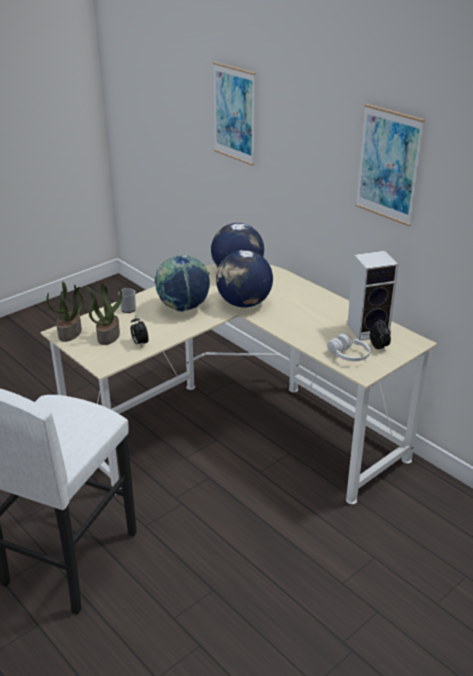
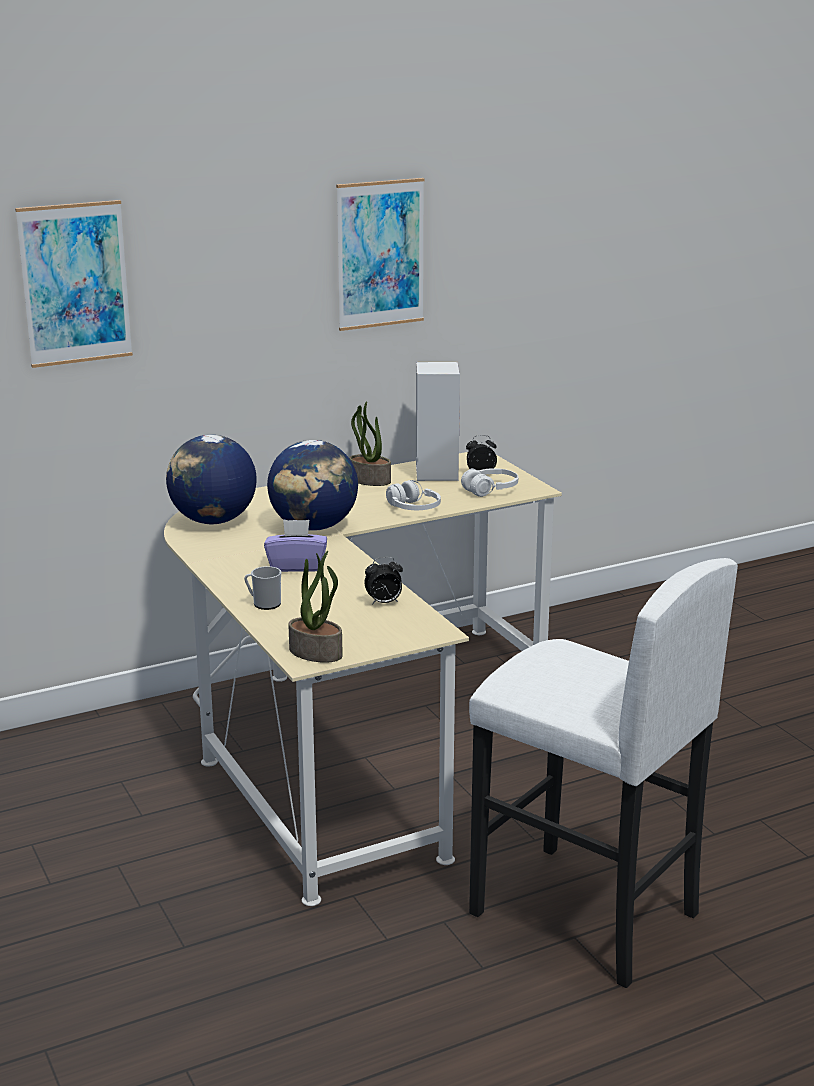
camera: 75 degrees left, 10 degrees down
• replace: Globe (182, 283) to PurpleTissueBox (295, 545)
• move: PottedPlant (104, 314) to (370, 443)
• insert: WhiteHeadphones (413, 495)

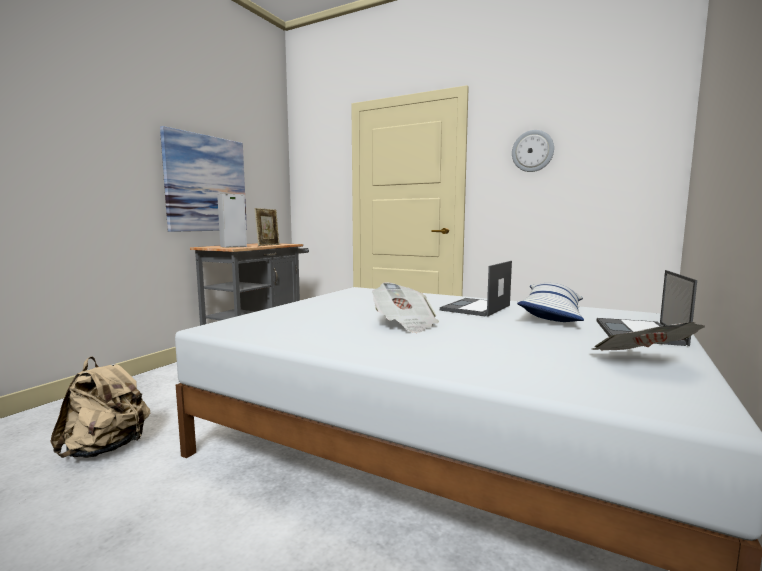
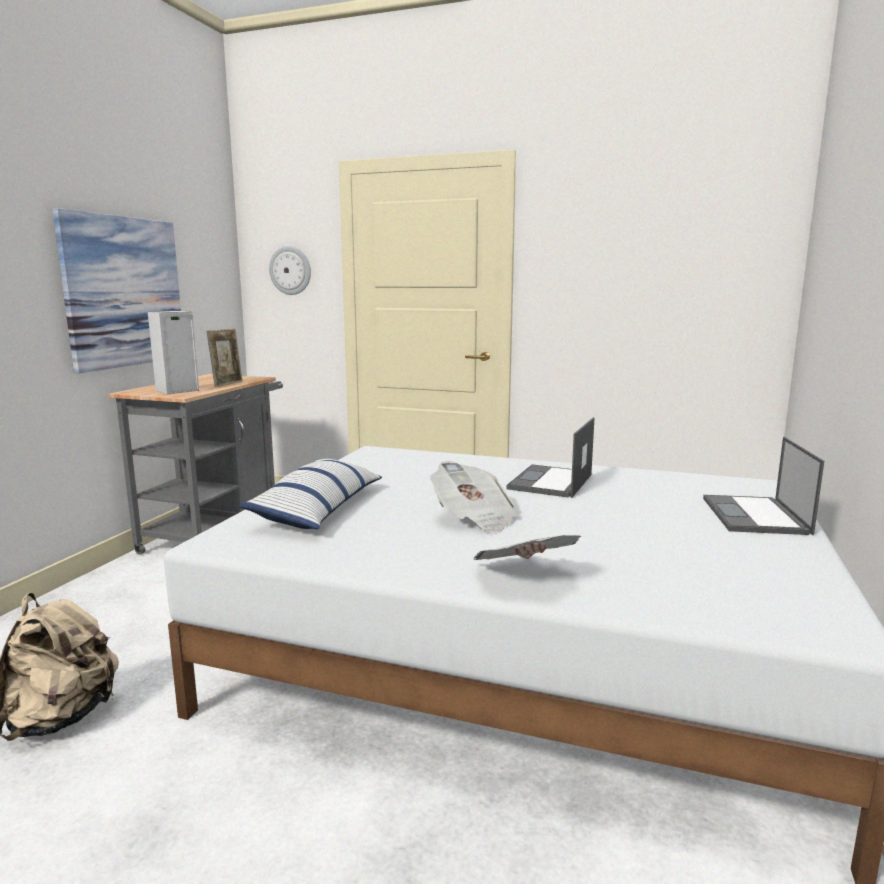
camera: 10 degrees left, 5 degrees up
• move: Pillow (550, 302) to (310, 494)
• move: WallClock (533, 151) to (290, 270)
• move: Newspaper (648, 336) to (527, 547)

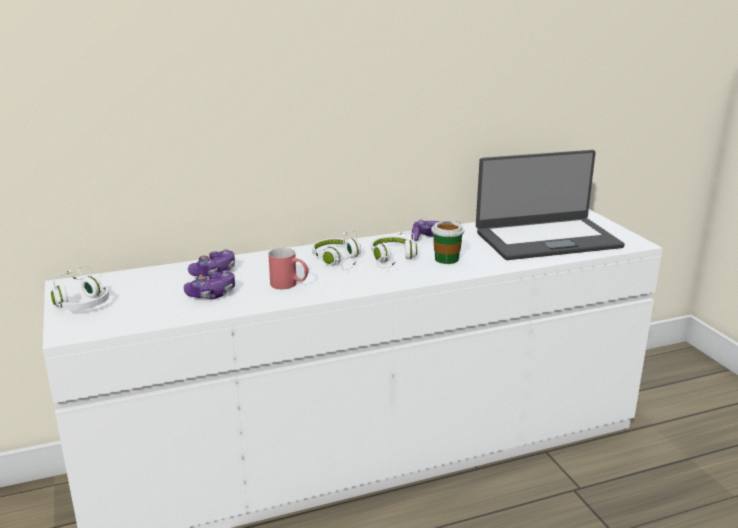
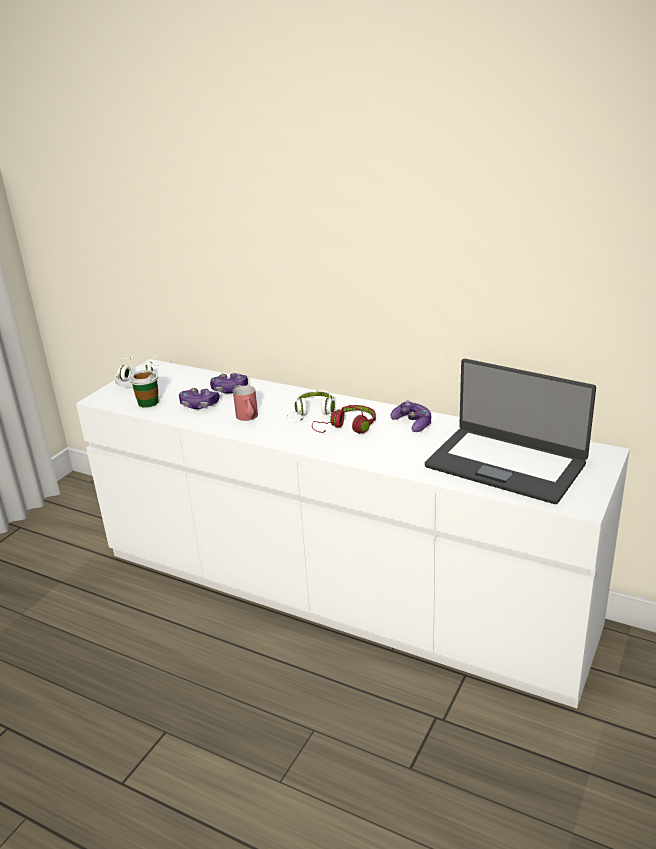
camera: 50 degrees right, 5 degrees up
• move: Cup (447, 242) to (144, 389)
• recolor: WhiteHeadphones (394, 250) to RedHeadphones (344, 419)

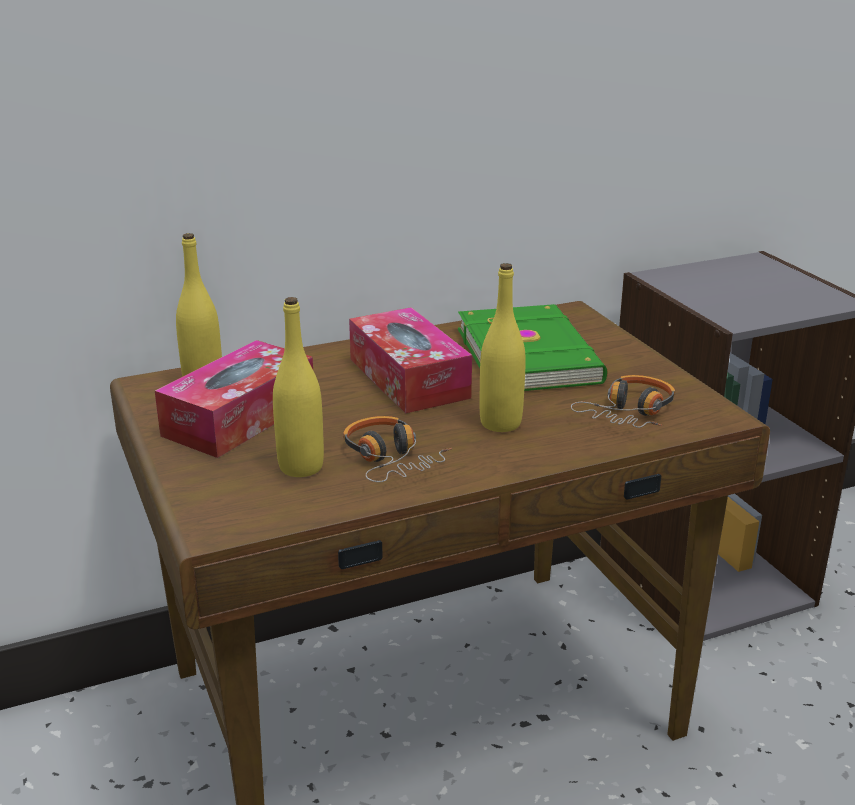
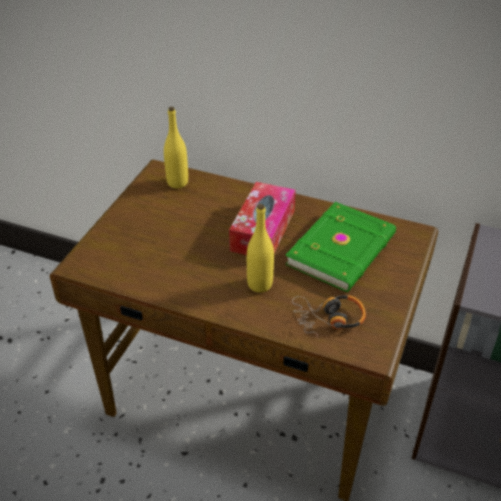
camera: 45 degrees right, 15 degrees up
• delete: TissueBox (234, 399)
• delete: YellowBottle (298, 387)
• delete: Headphones (397, 449)

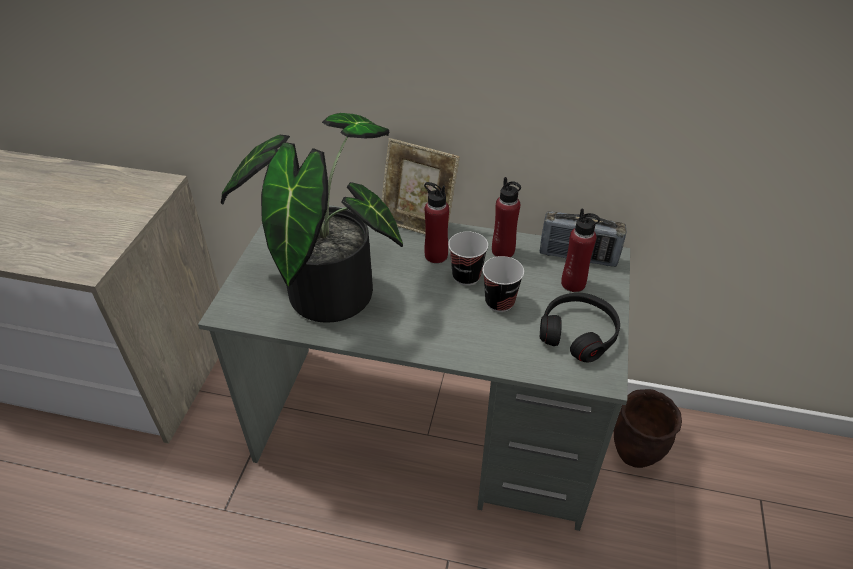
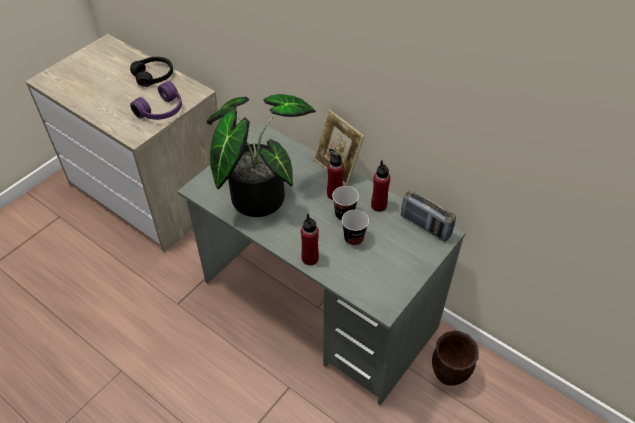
camera: 25 degrees right, 5 degrees up
• move: BlackHeadphones (580, 327) to (151, 72)
• insert: PurpleHeadphones (156, 100)
• move: RedBottle (580, 250) to (310, 239)

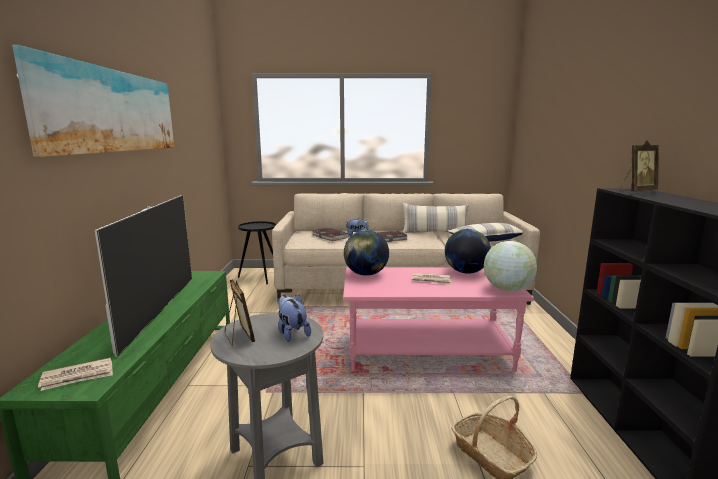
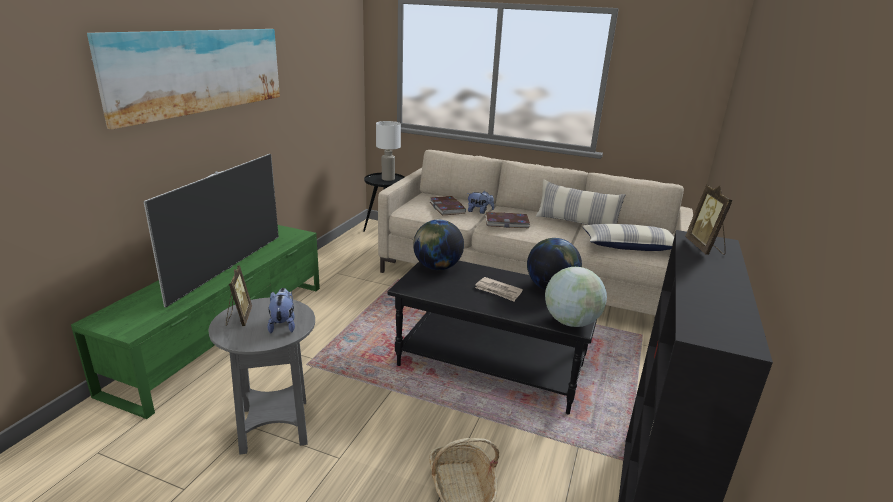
camera: 20 degrees right, 10 degrees up
• insert: WhiteTableLamp (388, 151)
• recolor: PinkCoffeeTable (438, 319) to BlackCoffeeTable (492, 337)
• rotate: PictureFrame (639, 165) = (709, 220) 90 degrees clockwise
• delete: Newspaper (75, 374)

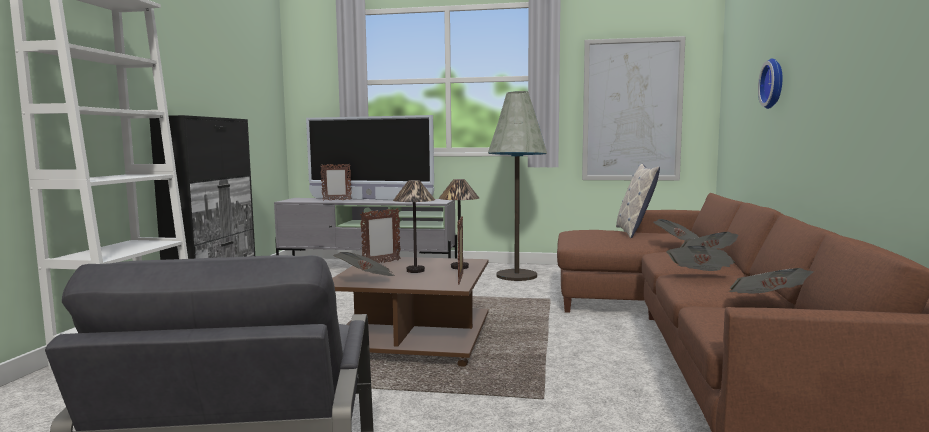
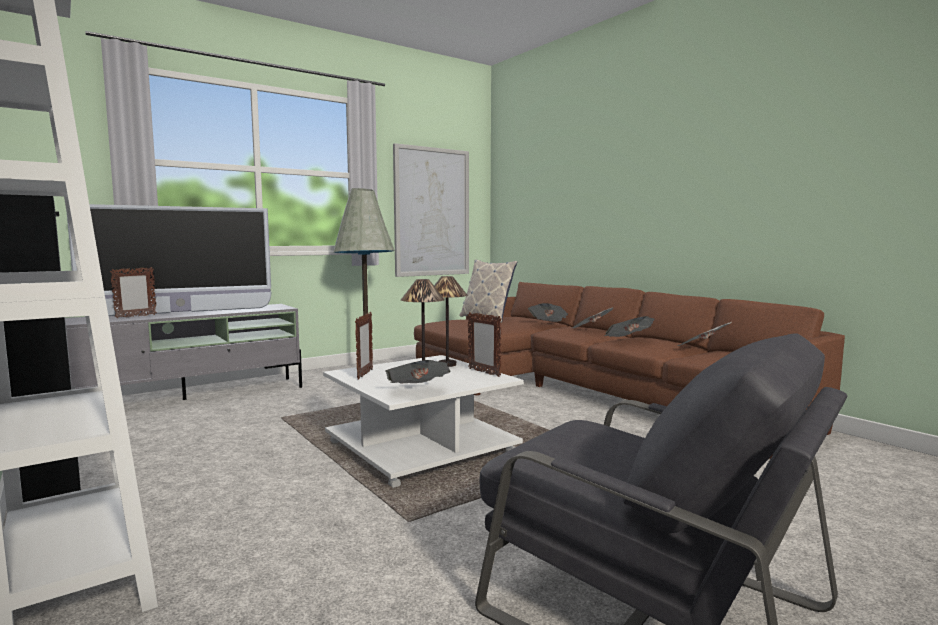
camera: 45 degrees left, 0 degrees up
• recolor: BrownCoffeeTable (410, 312) to WhiteCoffeeTable (423, 421)
• delete: WallClock (770, 83)

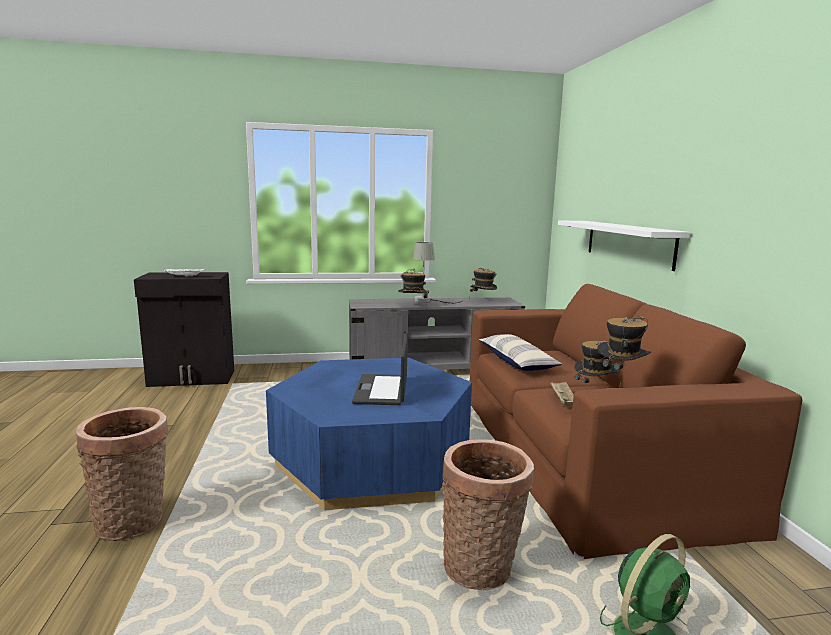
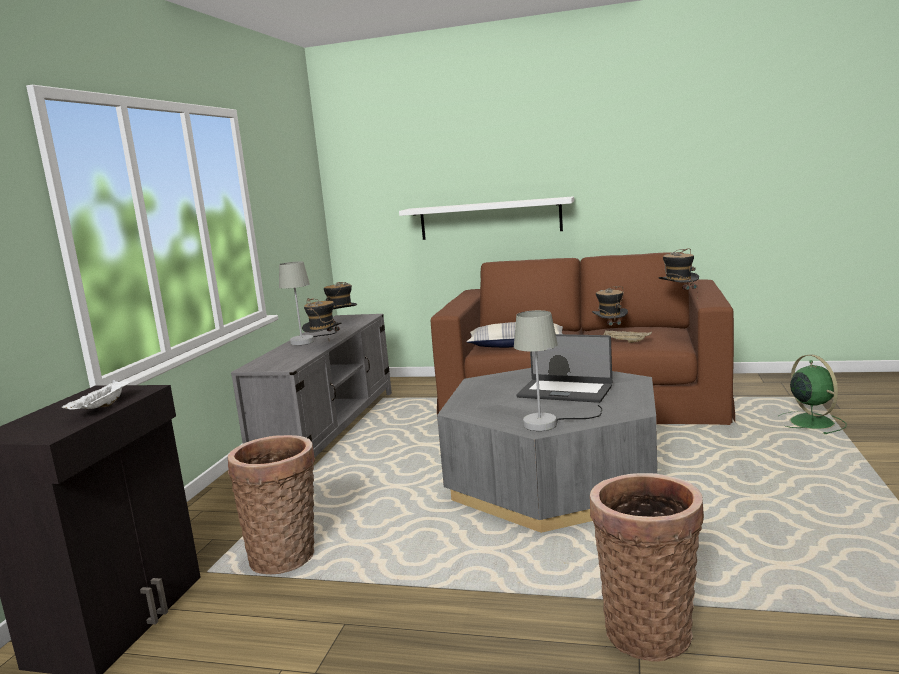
camera: 65 degrees left, 0 degrees up
• move: Basket (488, 514) to (272, 504)
• recolor: BlueCoffeeTable (369, 434) to GreyCoffeeTable (547, 450)
• insert: GreyTableLamp (558, 370)

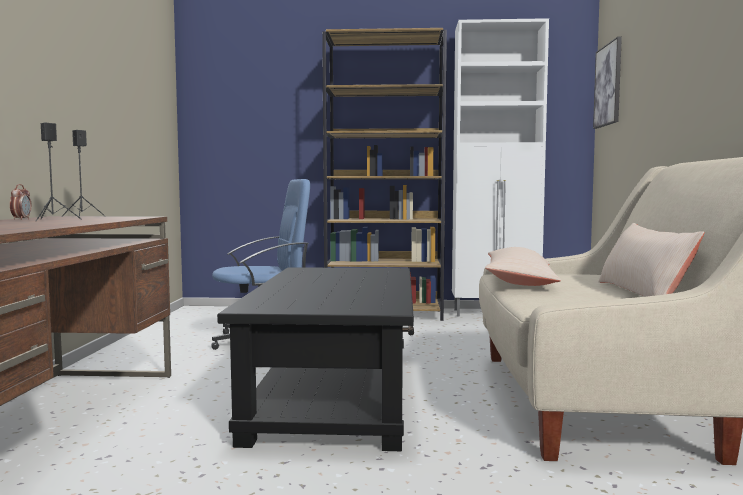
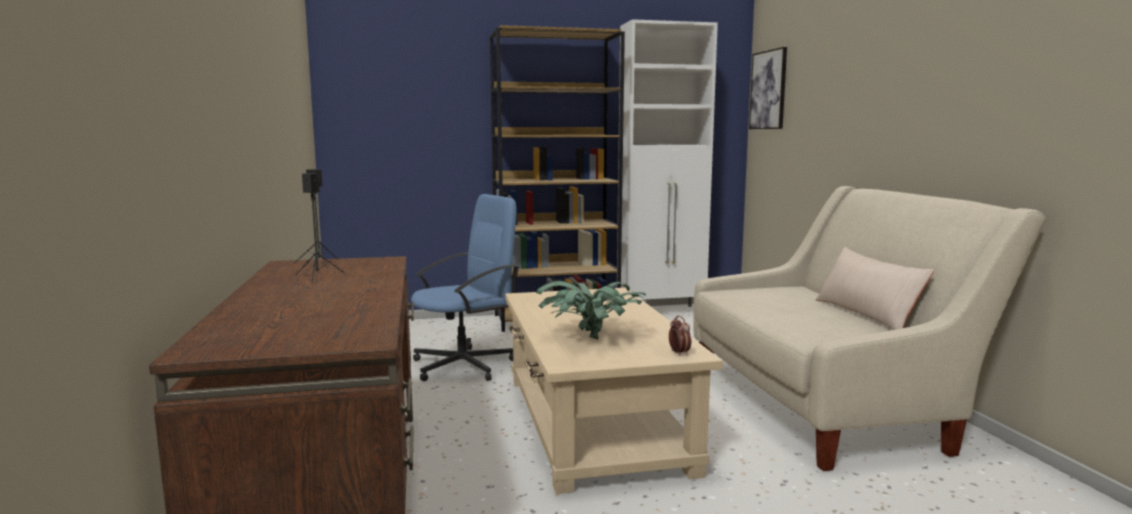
camera: 15 degrees left, 5 degrees up
• recolor: BlackCoffeeTable (315, 359) to BeigeCoffeeTable (614, 391)
• insert: PottedPlant (591, 310)
• move: AlarmClock (21, 202) to (680, 335)
• delete: BeigePillow (523, 266)

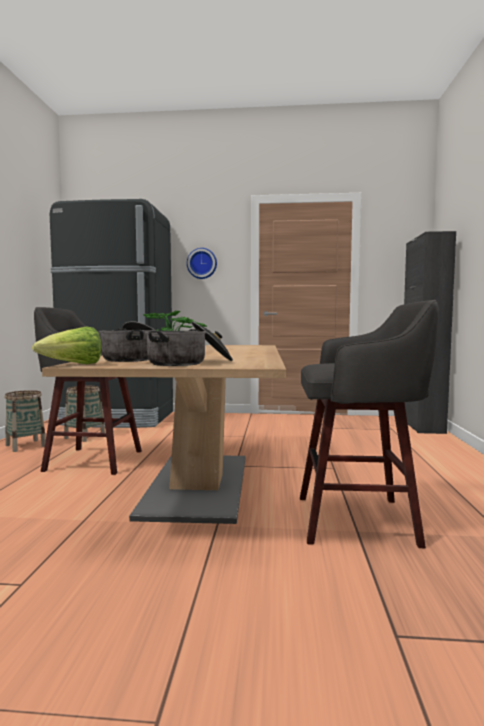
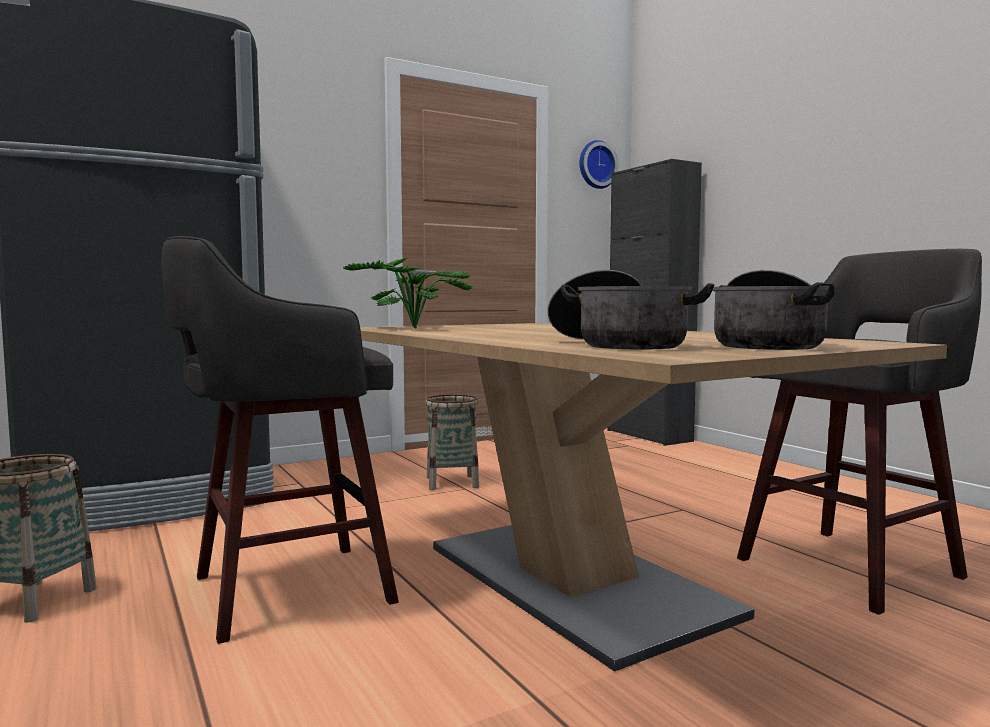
camera: 35 degrees left, 0 degrees up
• move: Basket (84, 414) to (452, 442)
• move: WallClock (202, 263) to (598, 164)
• delete: Lettuce (66, 345)

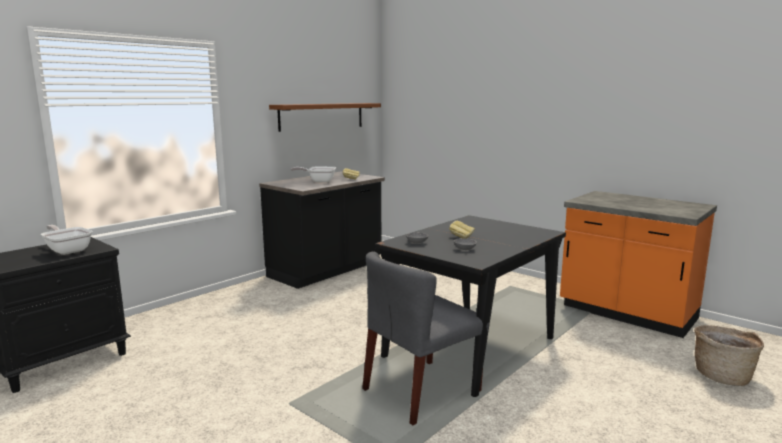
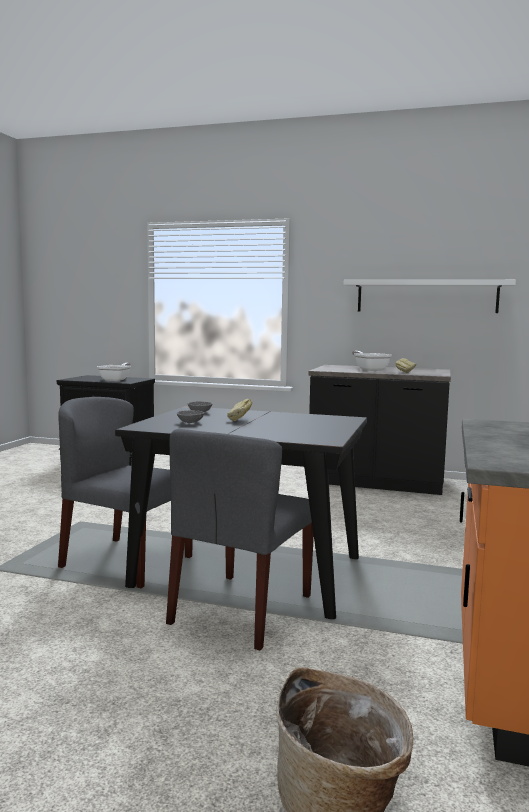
camera: 65 degrees right, 5 degrees down
• insert: GreyChair (240, 539)
• recolor: BrownShelf (325, 117) to WhiteShelf (430, 296)

